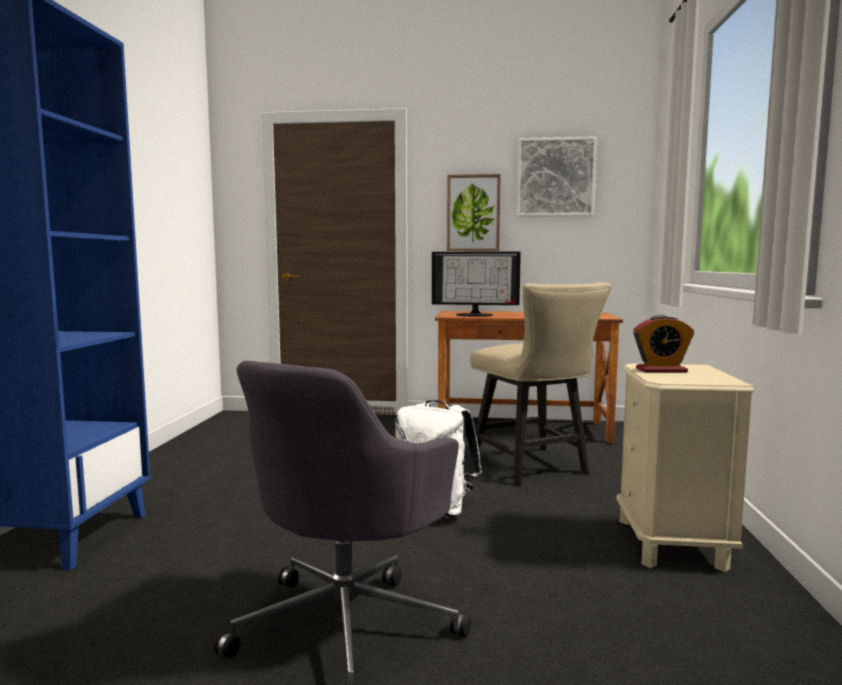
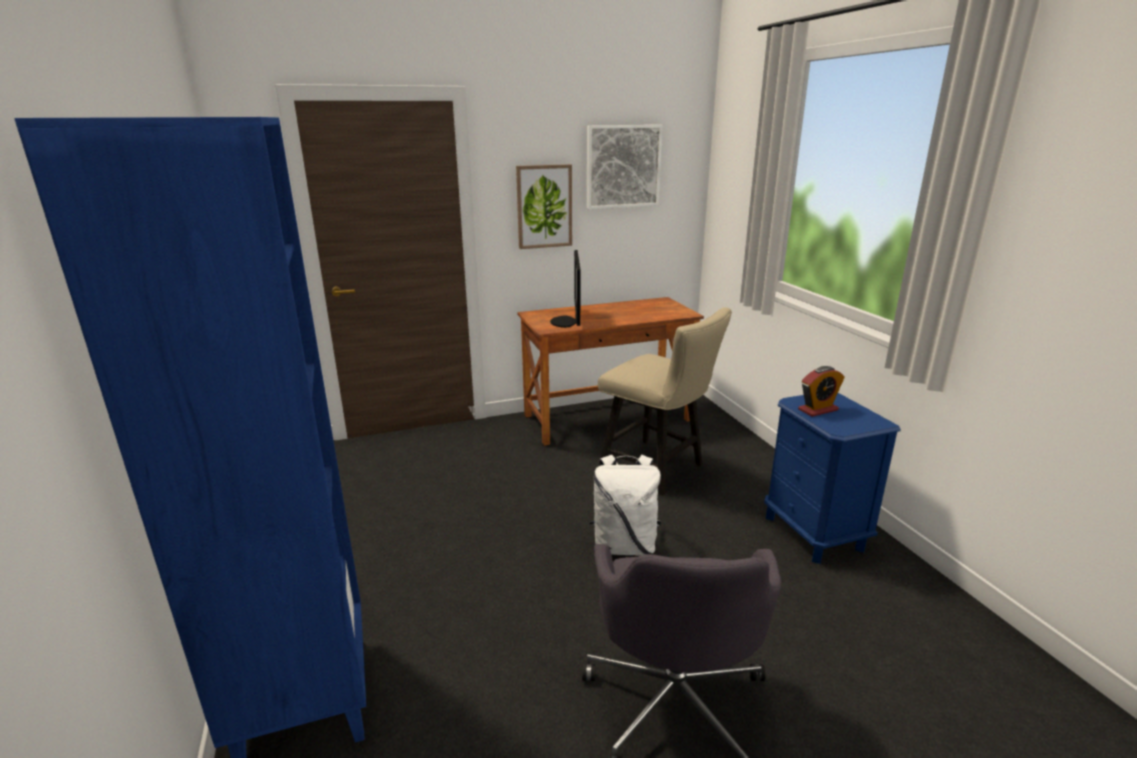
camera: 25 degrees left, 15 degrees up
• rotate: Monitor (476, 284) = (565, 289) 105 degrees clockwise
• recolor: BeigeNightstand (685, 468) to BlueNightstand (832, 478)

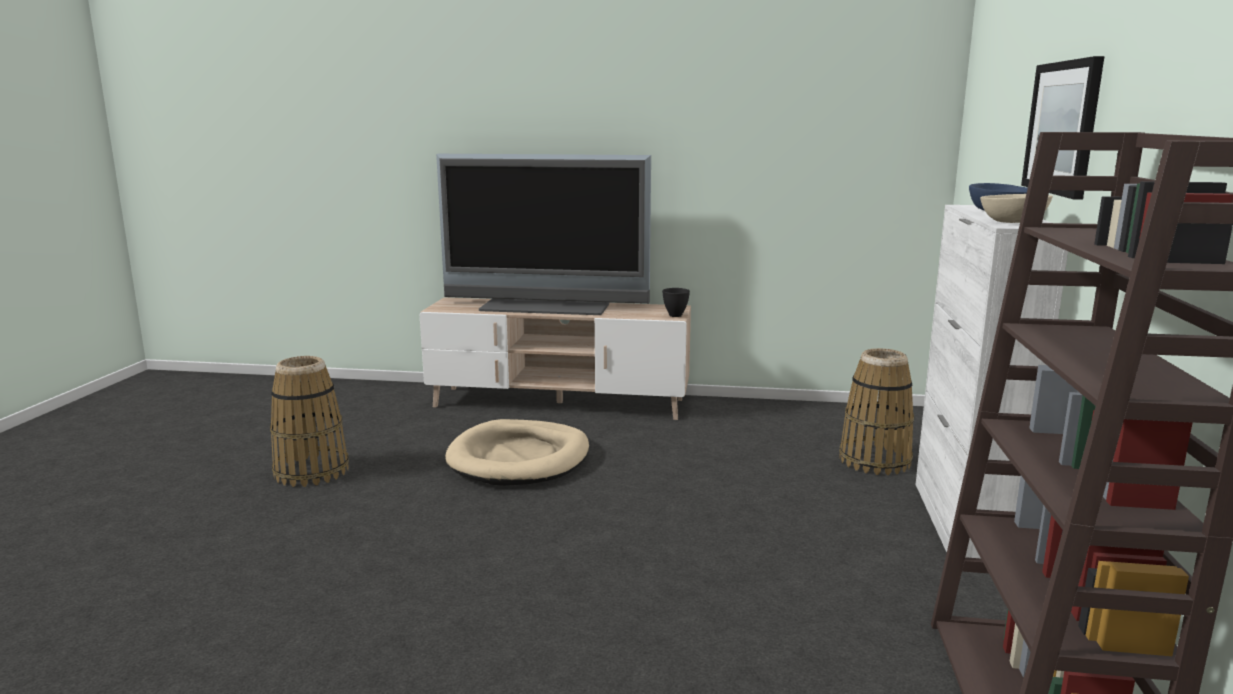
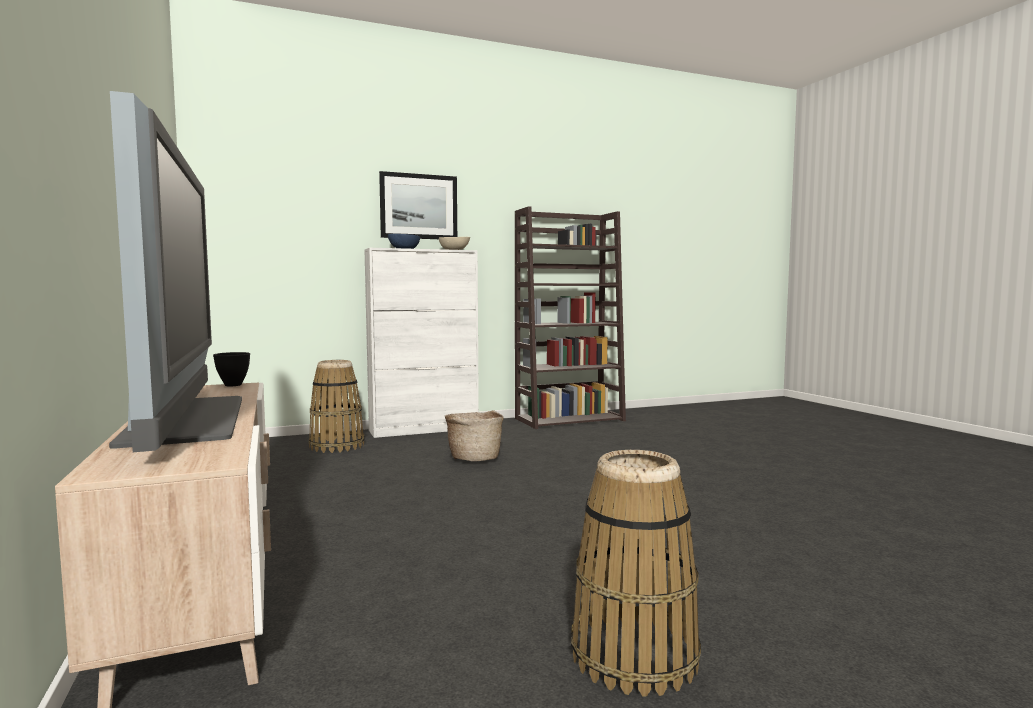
camera: 120 degrees left, 10 degrees down
• insert: Basket (474, 436)
• delete: BeigeDogBed (517, 452)

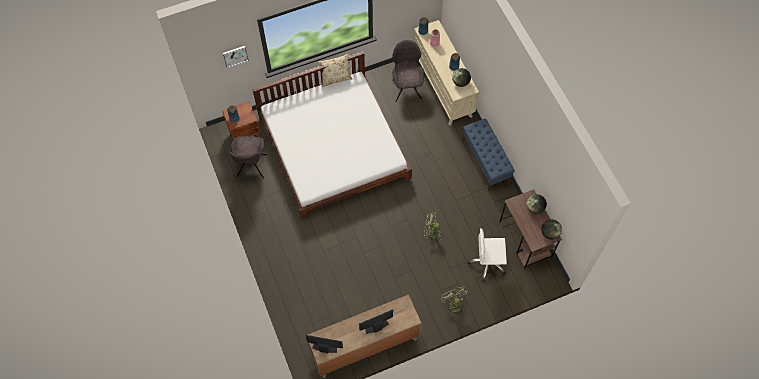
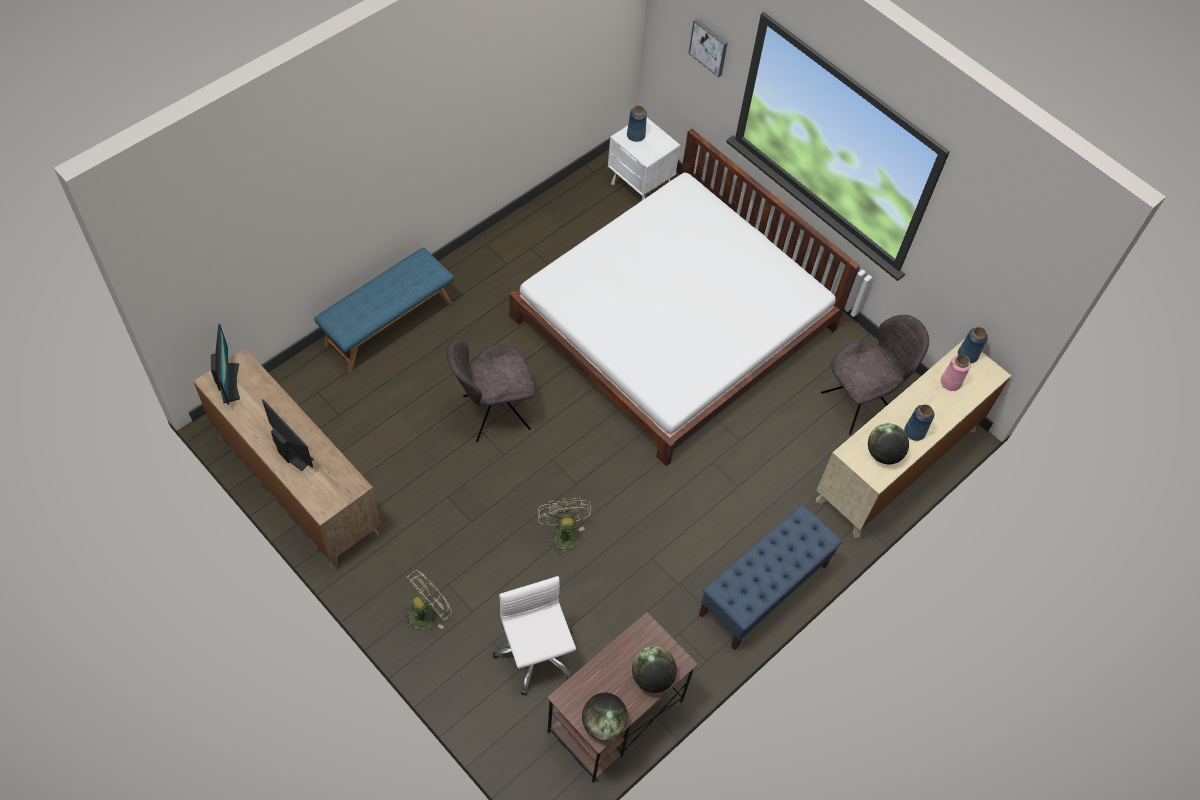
camera: 65 degrees right, 5 degrees down
• insert: BlueBench (384, 310)
• move: GreyChair (248, 157) to (490, 391)
• recolor: BrownNightstand (241, 120) to WhiteNightstand (644, 159)
• delete: BeigePillow (335, 70)

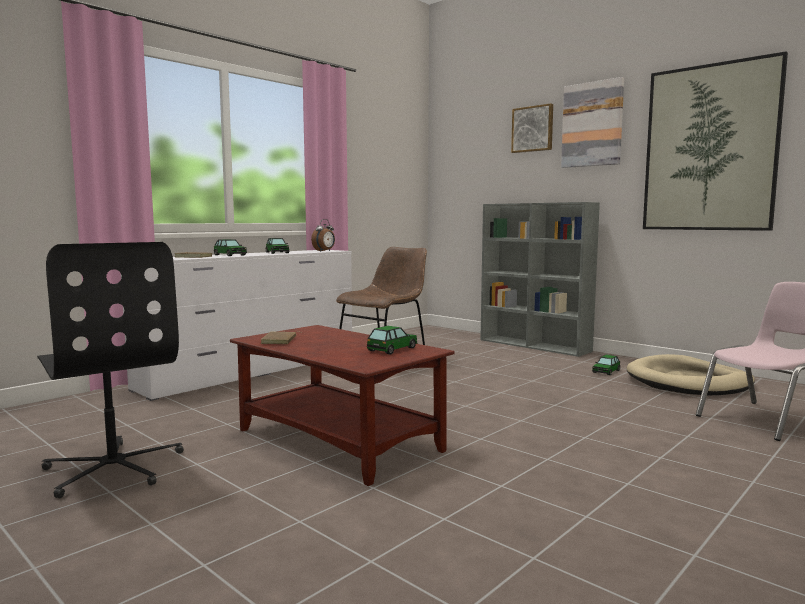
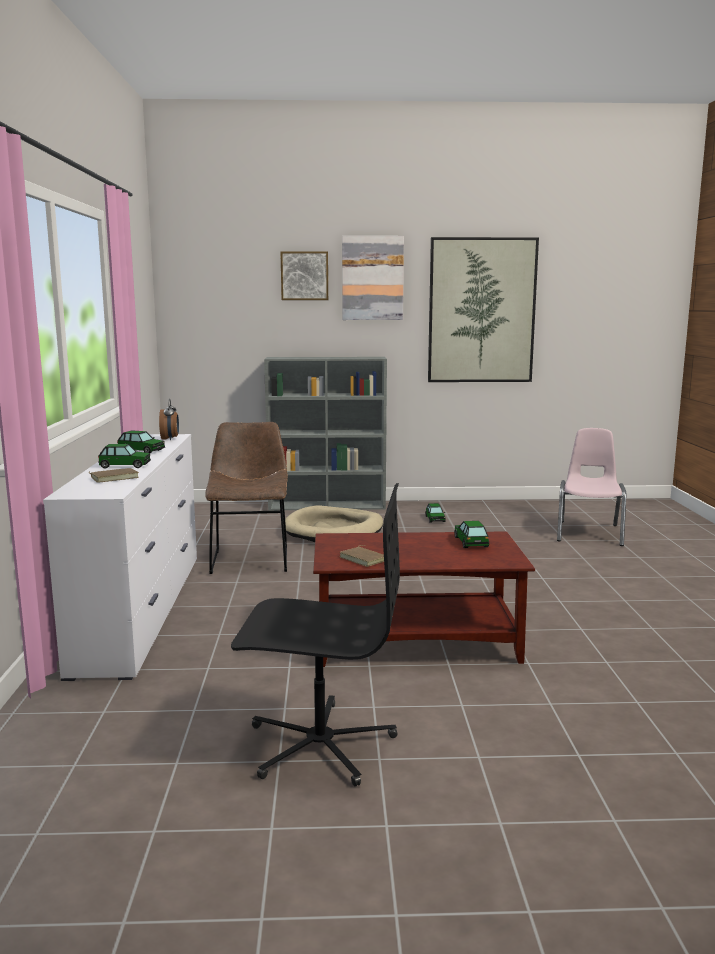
camera: 45 degrees left, 5 degrees up
• move: BeigeDogBed (691, 374) to (334, 523)

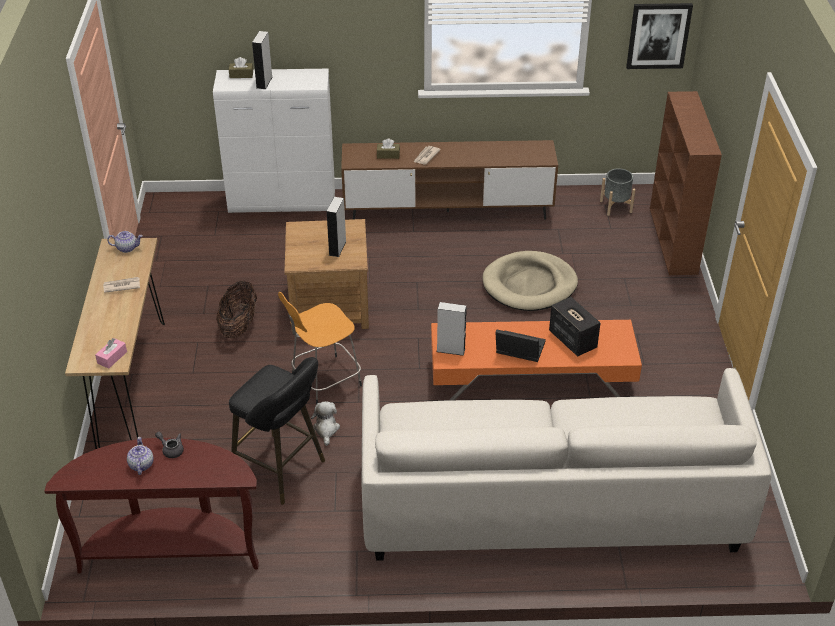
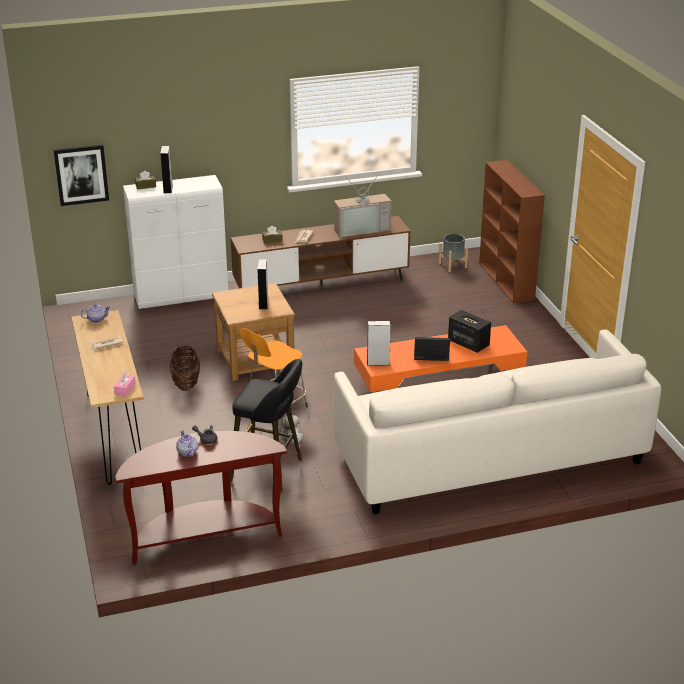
camera: 15 degrees left, 10 degrees down
• move: Picture (659, 36) to (81, 175)
• insert: Television (363, 206)
• delete: BeigeDogBed (530, 281)

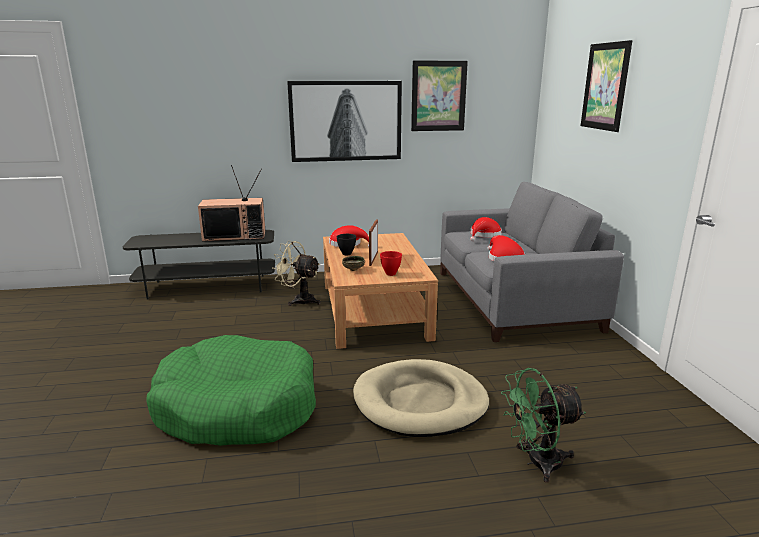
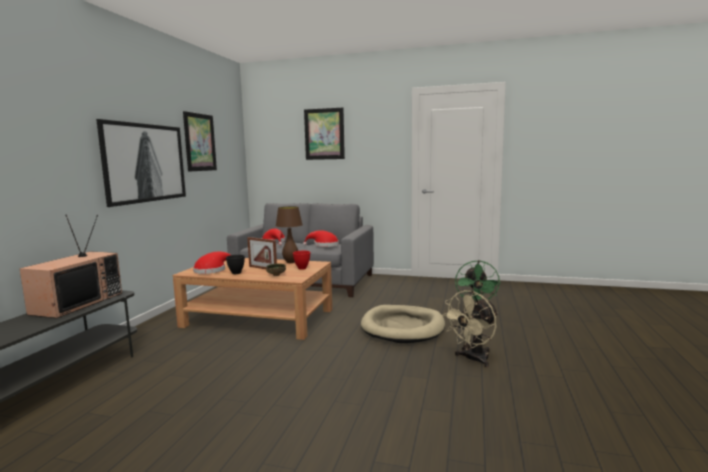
camera: 65 degrees left, 10 degrees down
• insert: BrownTableLamp (289, 234)
• move: BeigeFan (296, 273) to (469, 328)
• delete: GreenDogBed (231, 390)

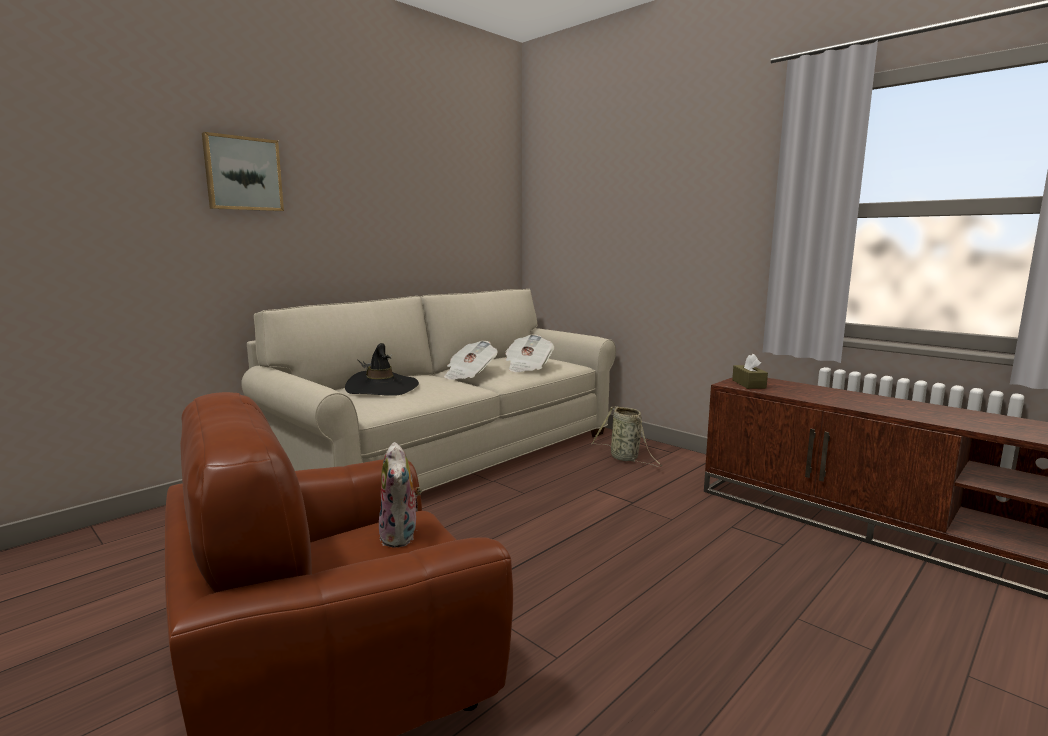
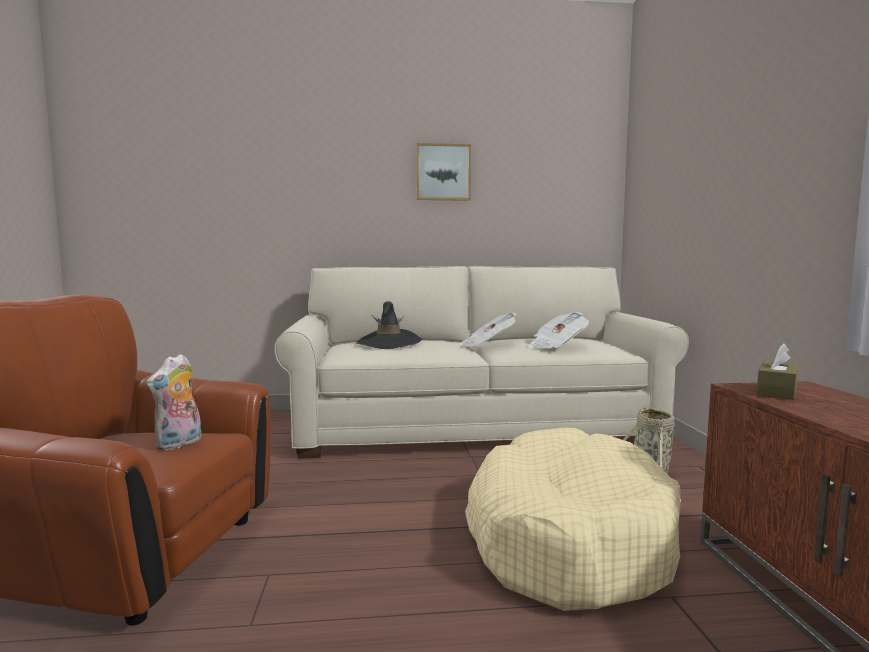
camera: 40 degrees right, 5 degrees down
• move: Picture (243, 171) to (443, 172)
• insert: BeigeDogBed (573, 519)

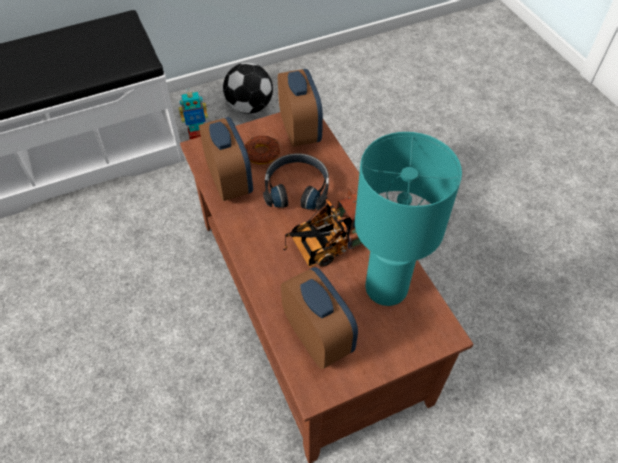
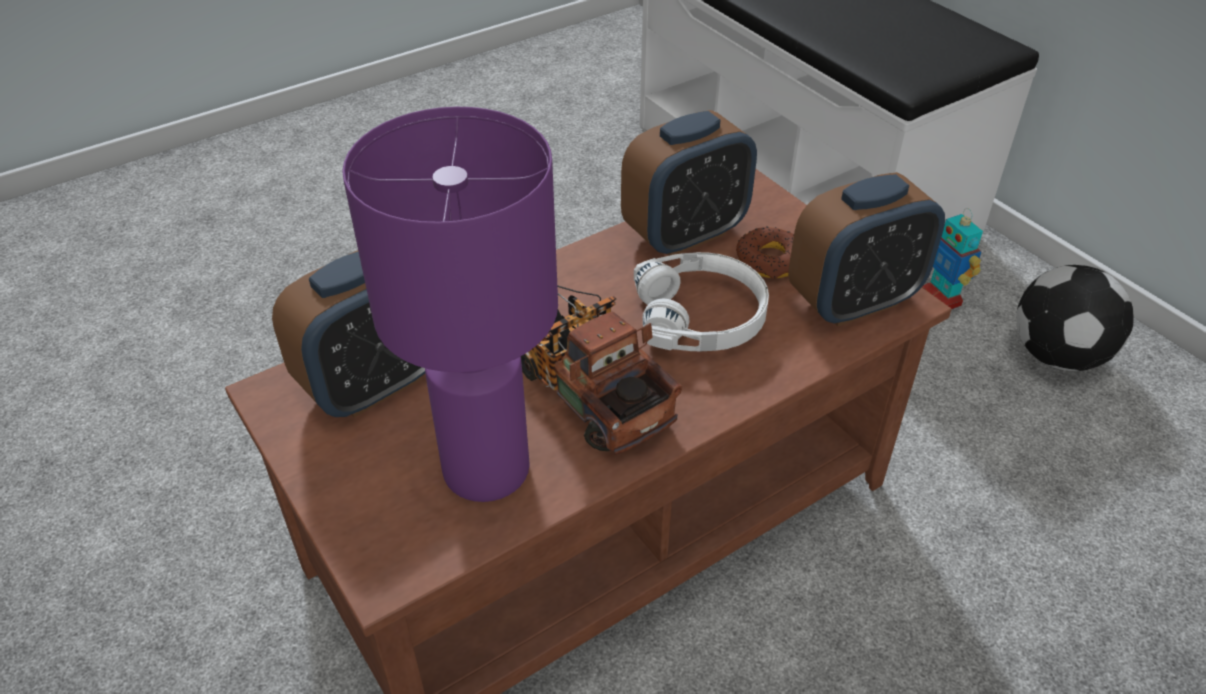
camera: 80 degrees right, 10 degrees down
• recolor: TurquoiseTableLamp (408, 219) to PurpleTableLamp (450, 304)
• recolor: BlackHeadphones (296, 181) to WhiteHeadphones (701, 301)

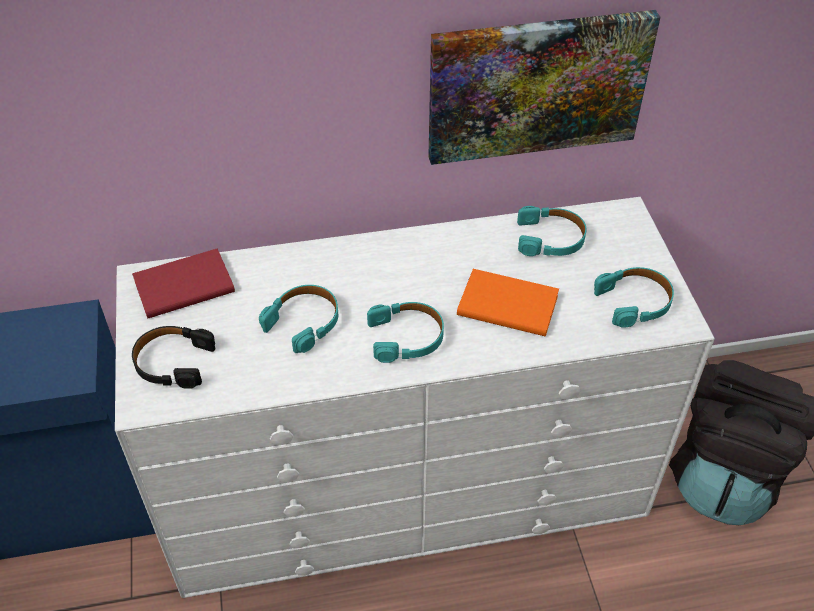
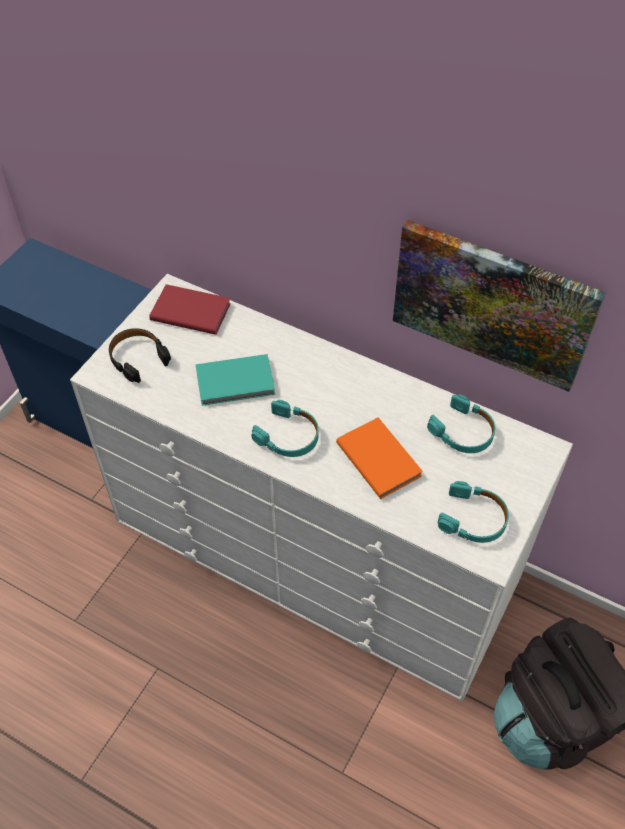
camera: 40 degrees right, 5 degrees up
• replace: TurquoiseHeadphones (298, 319) to TurquoiseBook (235, 380)

